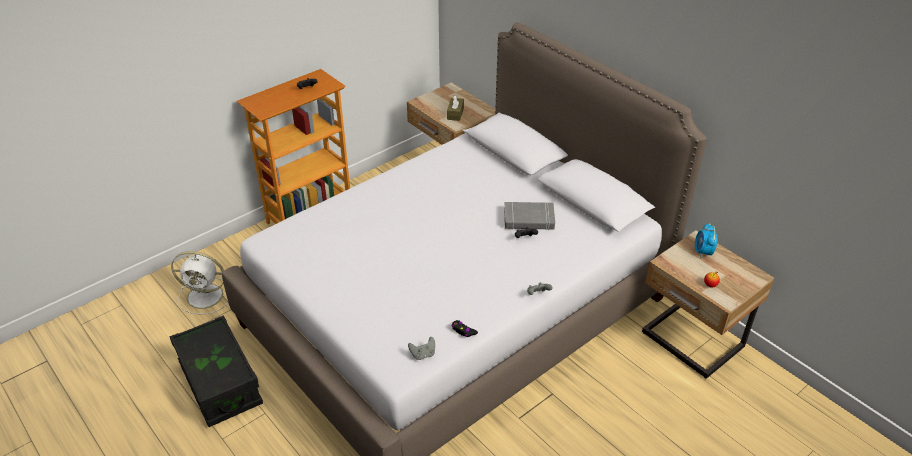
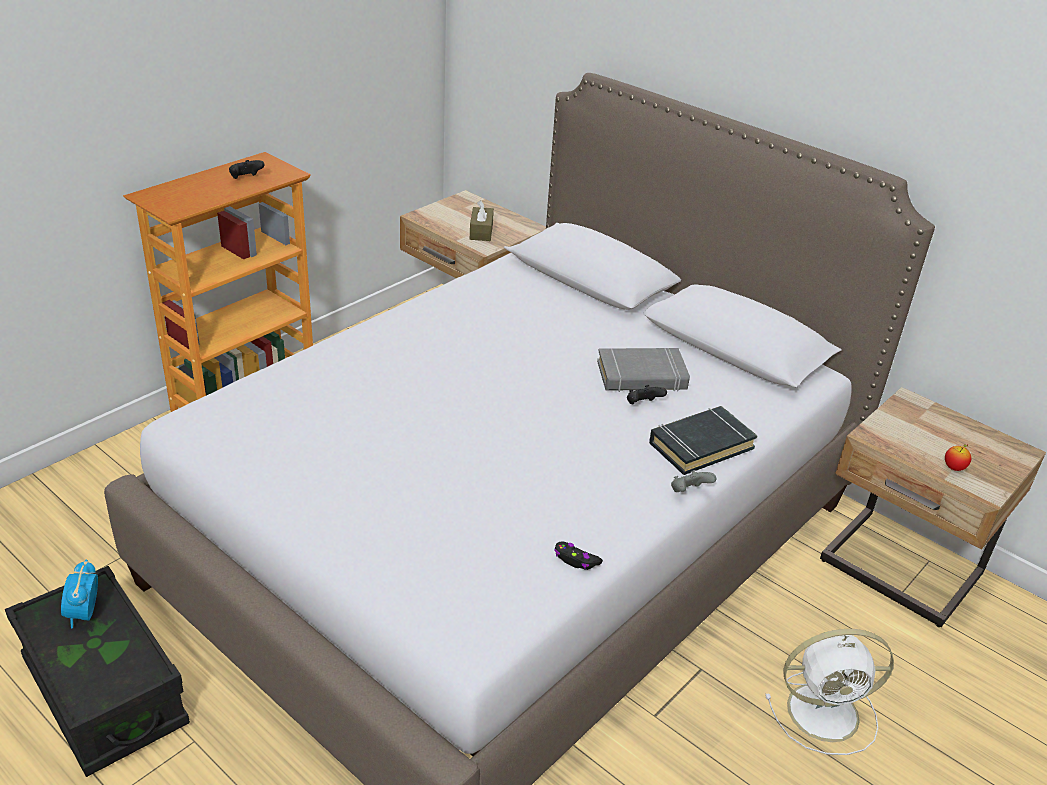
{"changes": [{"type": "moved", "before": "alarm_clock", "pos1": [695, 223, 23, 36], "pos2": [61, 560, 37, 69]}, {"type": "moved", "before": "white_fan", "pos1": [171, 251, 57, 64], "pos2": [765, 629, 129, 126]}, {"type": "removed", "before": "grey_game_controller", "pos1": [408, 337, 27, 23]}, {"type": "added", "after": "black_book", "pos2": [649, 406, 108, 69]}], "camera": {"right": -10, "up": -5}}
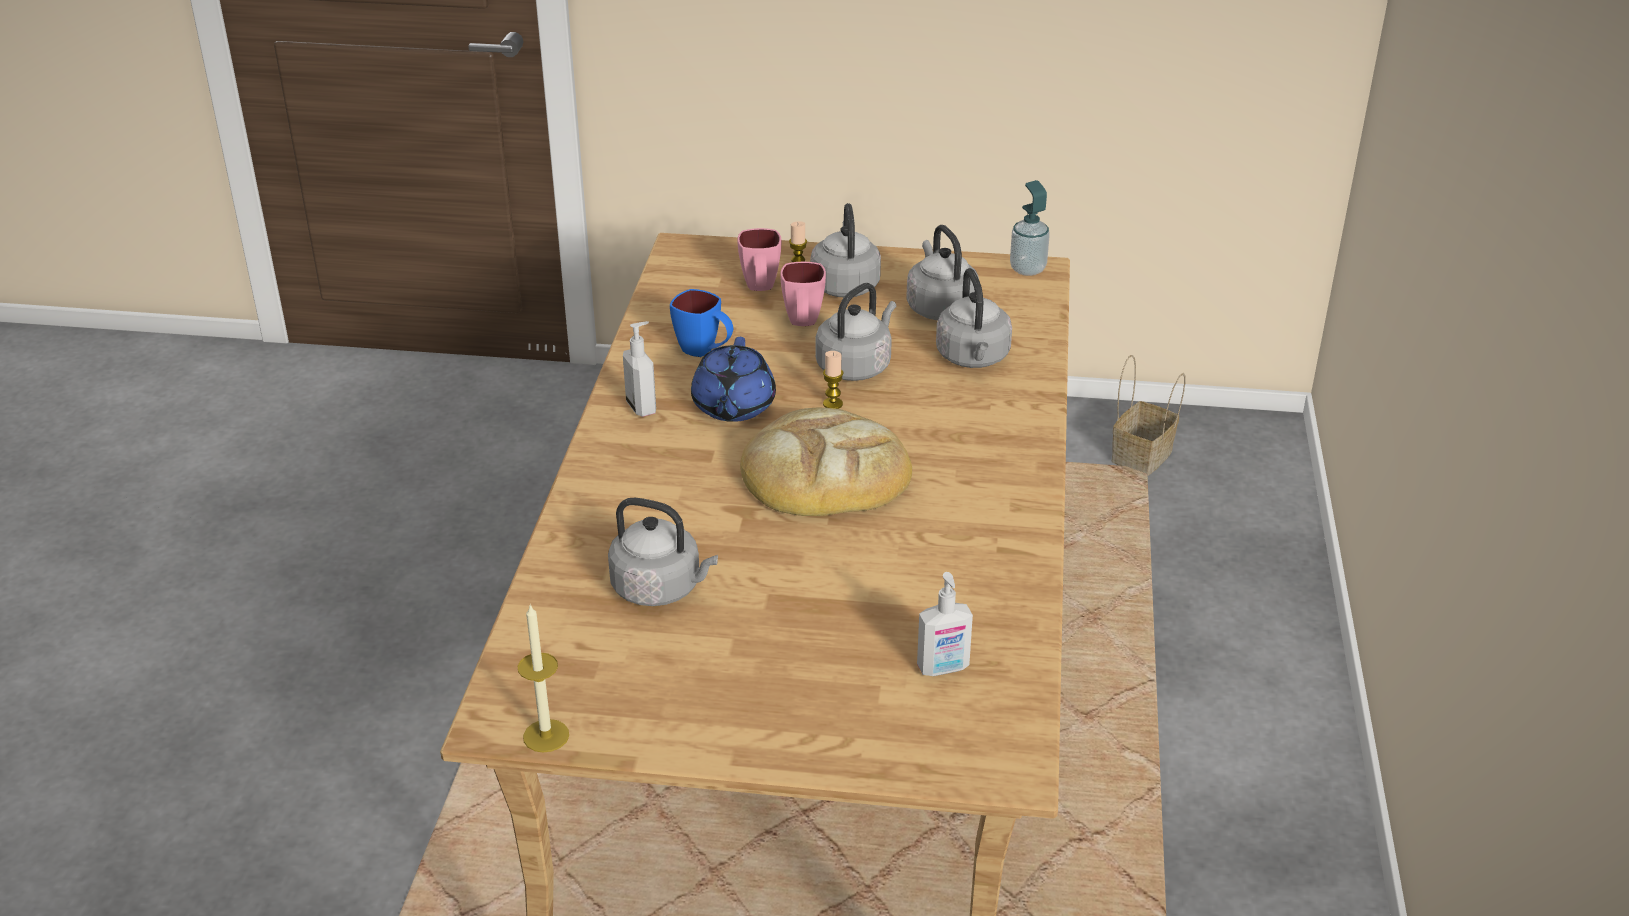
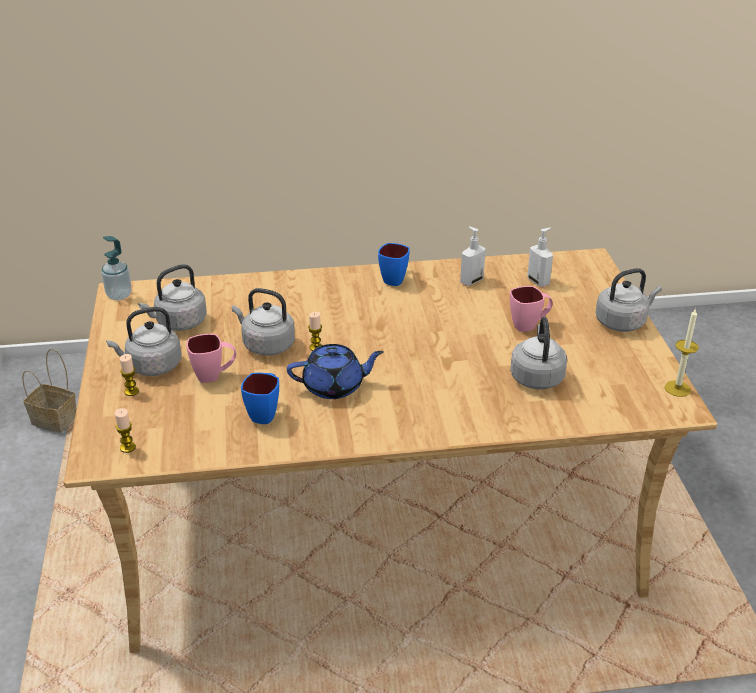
{"changes": [{"type": "moved", "before": "pink_mug", "pos1": [737, 228, 44, 63], "pos2": [510, 286, 43, 46]}, {"type": "moved", "before": "grey_kettle", "pos1": [936, 268, 76, 100], "pos2": [595, 268, 67, 64]}, {"type": "moved", "before": "soap_dispenser", "pos1": [623, 321, 33, 96], "pos2": [460, 226, 26, 60]}, {"type": "removed", "before": "bread", "pos1": [740, 407, 172, 109]}, {"type": "added", "after": "blue_mug", "pos2": [378, 243, 32, 43]}, {"type": "added", "after": "candle", "pos2": [115, 408, 21, 45]}], "camera": {"right": -105, "up": 0}}
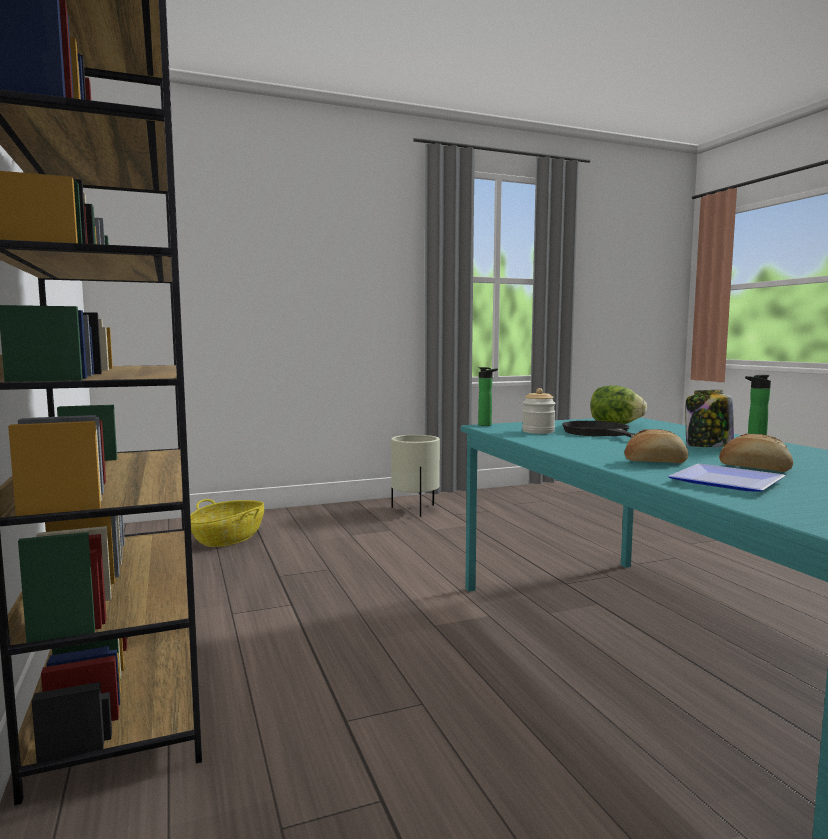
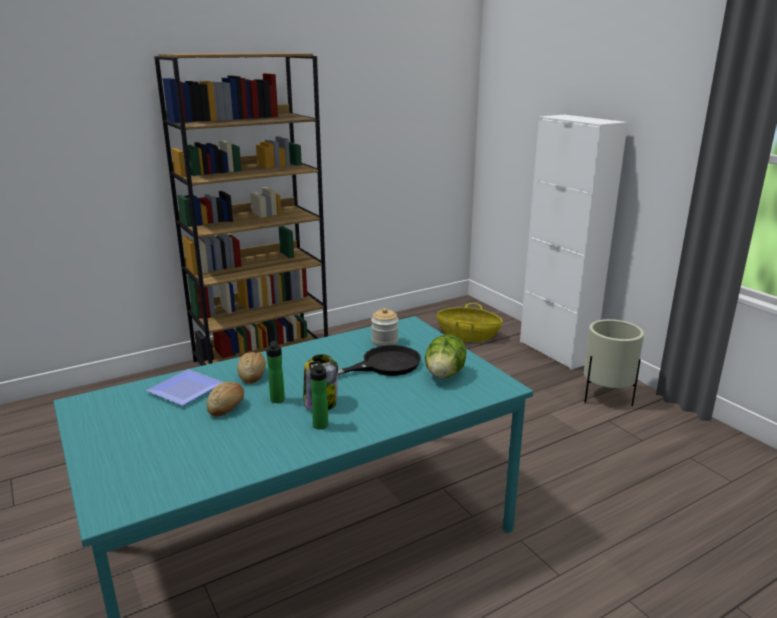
{"changes": [{"type": "moved", "before": "bottle", "pos1": [478, 367, 20, 59], "pos2": [266, 341, 19, 62]}, {"type": "added", "after": "white_cabinet", "pos2": [520, 115, 108, 255]}], "camera": {"right": 80, "up": 15}}
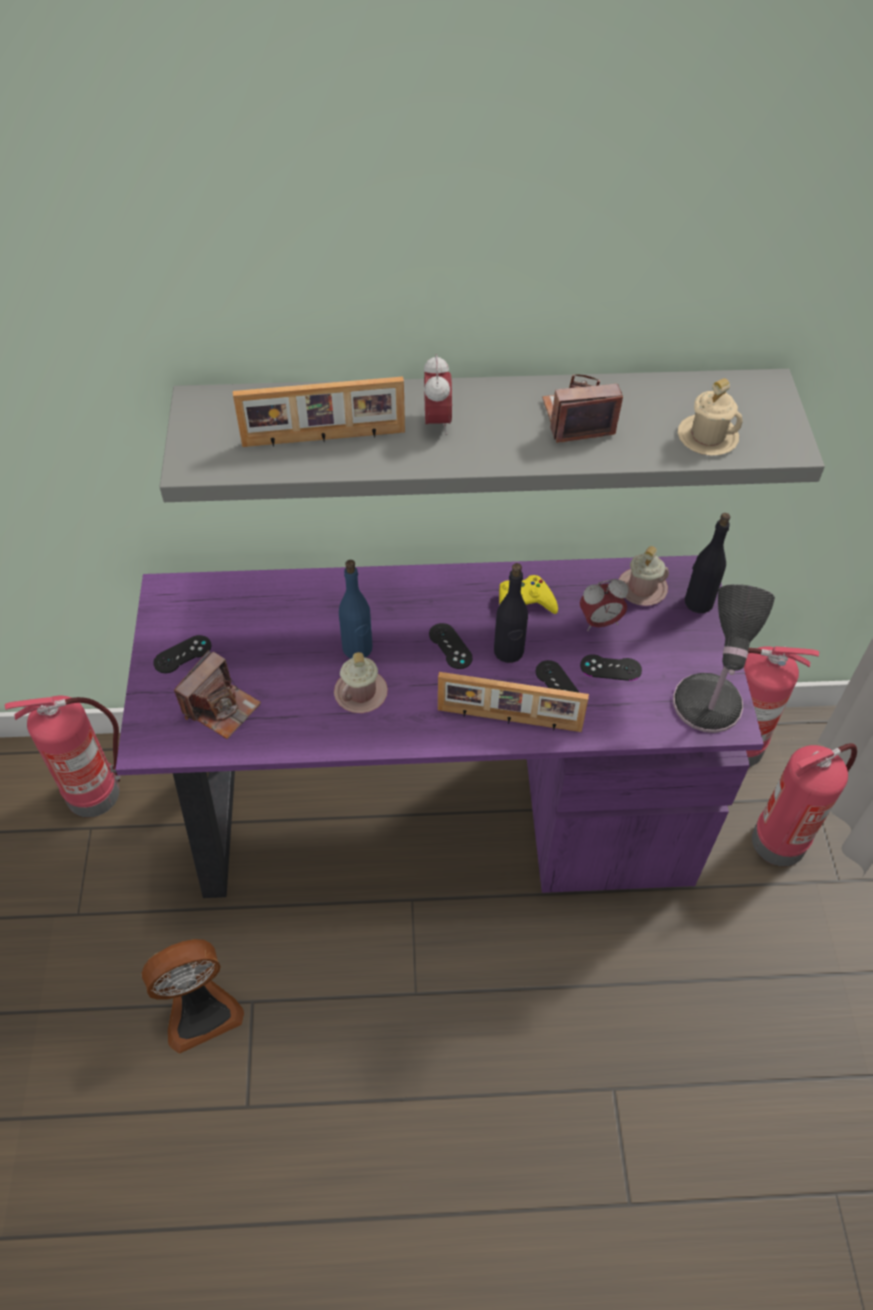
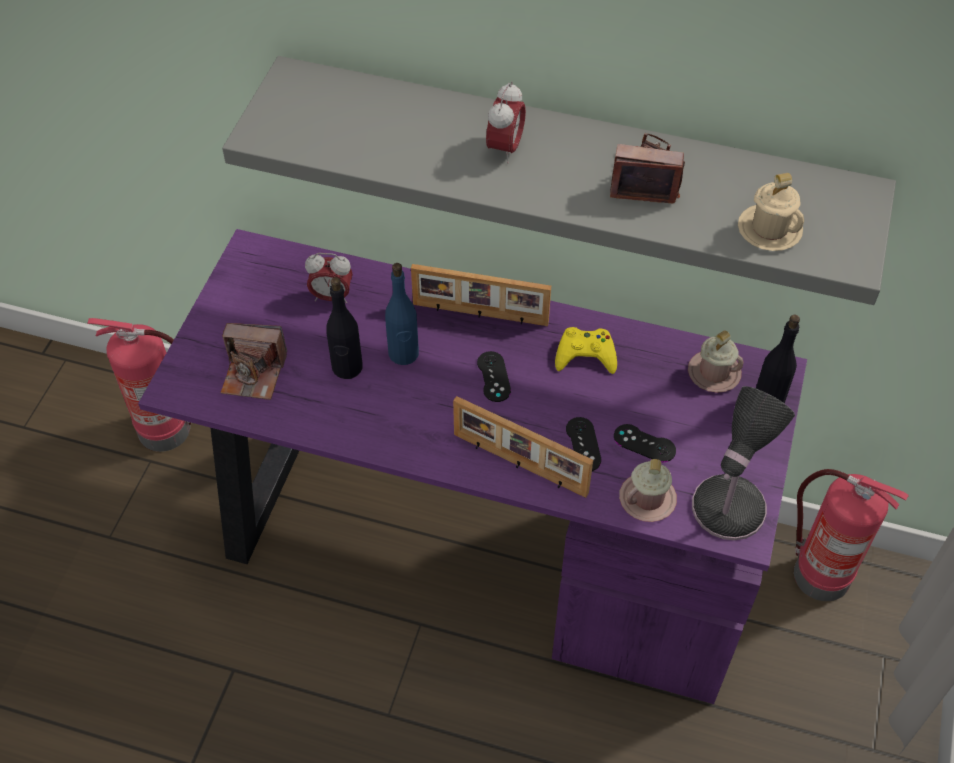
{"changes": [{"type": "moved", "before": "picture_frame", "pos1": [233, 376, 172, 71], "pos2": [411, 264, 140, 62]}, {"type": "moved", "before": "black_bottle", "pos1": [494, 563, 34, 100], "pos2": [327, 277, 36, 102]}, {"type": "moved", "before": "alarm_clock", "pos1": [580, 579, 48, 52], "pos2": [305, 253, 48, 51]}, {"type": "removed", "before": "black_game_controller", "pos1": [153, 635, 58, 38]}, {"type": "turned", "before": "photo_camera", "pos1": [174, 650, 87, 89], "pos2": [220, 323, 67, 77], "turn": 45}, {"type": "moved", "before": "pink_mug", "pos1": [334, 652, 54, 61], "pos2": [619, 459, 58, 63]}, {"type": "removed", "before": "fire_extinguisher", "pos1": [752, 743, 105, 123]}, {"type": "removed", "before": "fan", "pos1": [142, 939, 102, 115]}], "camera": {"right": 20, "up": 0}}
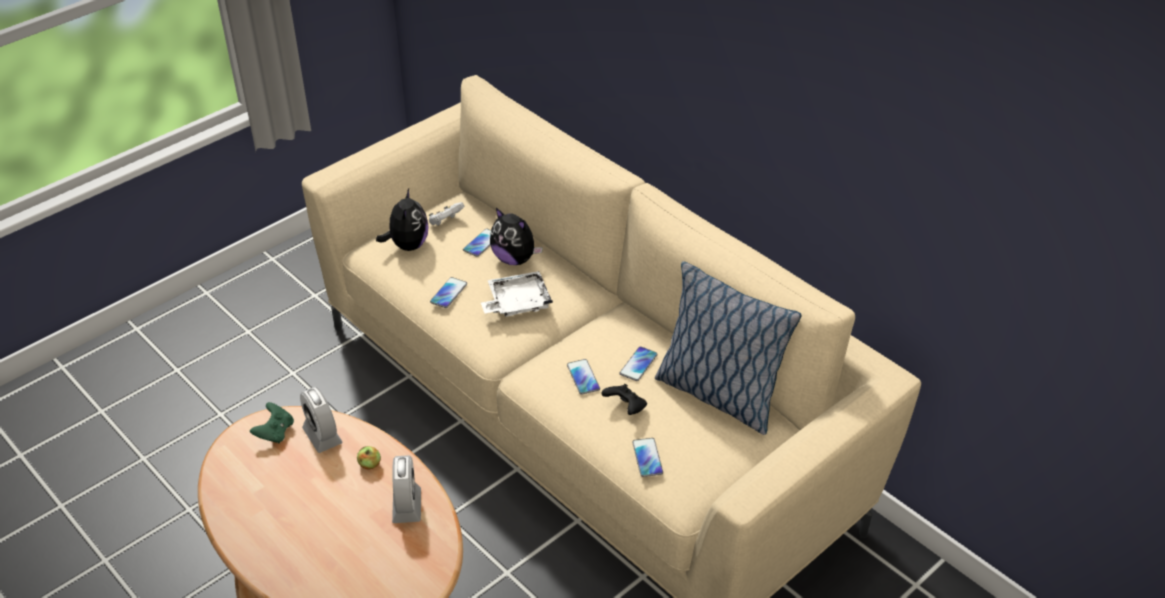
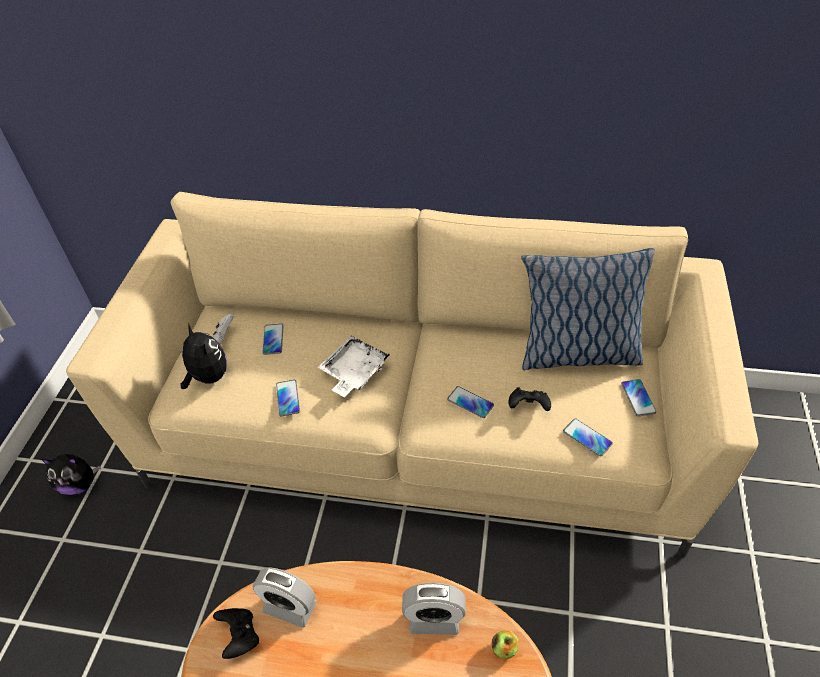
{"changes": [{"type": "moved", "before": "plush_toy", "pos1": [490, 208, 53, 57], "pos2": [41, 454, 60, 41]}, {"type": "moved", "before": "phone", "pos1": [619, 346, 39, 35], "pos2": [621, 379, 35, 38]}, {"type": "recoloured", "before": "green_game_controller", "after": "black_game_controller", "pos1": [250, 402, 44, 41], "pos2": [213, 608, 46, 51]}, {"type": "moved", "before": "apple", "pos1": [357, 446, 24, 24], "pos2": [492, 630, 27, 29]}, {"type": "turned", "before": "alarm_clock", "pos1": [392, 455, 29, 68], "pos2": [402, 583, 64, 52], "turn": 135}], "camera": {"right": -35, "up": 5}}
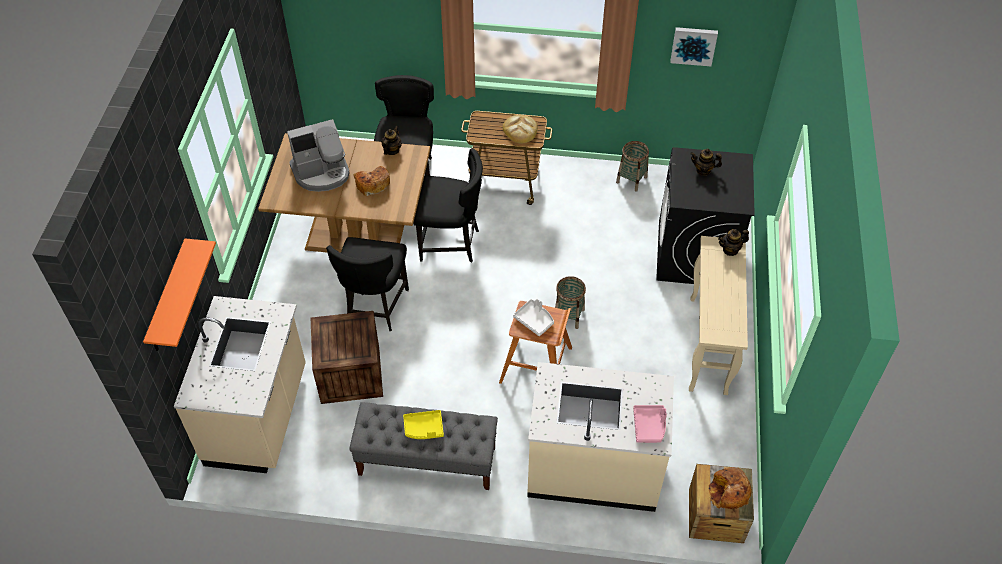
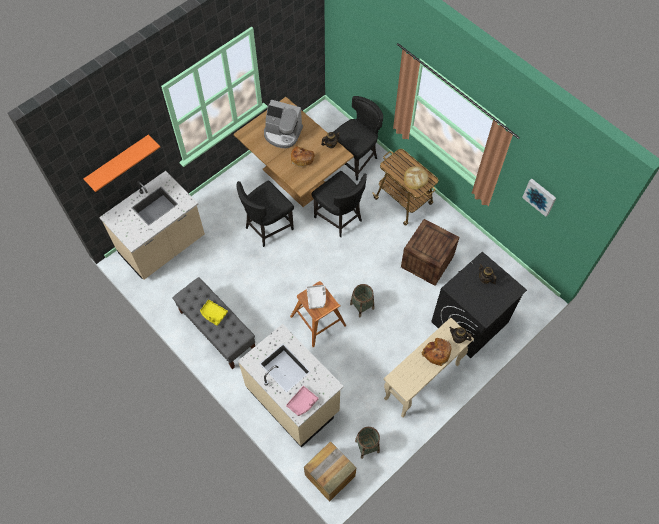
{"changes": [{"type": "moved", "before": "basket", "pos1": [616, 141, 33, 50], "pos2": [355, 427, 25, 32]}, {"type": "moved", "before": "crate", "pos1": [311, 311, 72, 93], "pos2": [401, 219, 58, 67]}, {"type": "moved", "before": "bread", "pos1": [708, 467, 44, 42], "pos2": [422, 338, 30, 28]}], "camera": {"right": 40, "up": 10}}
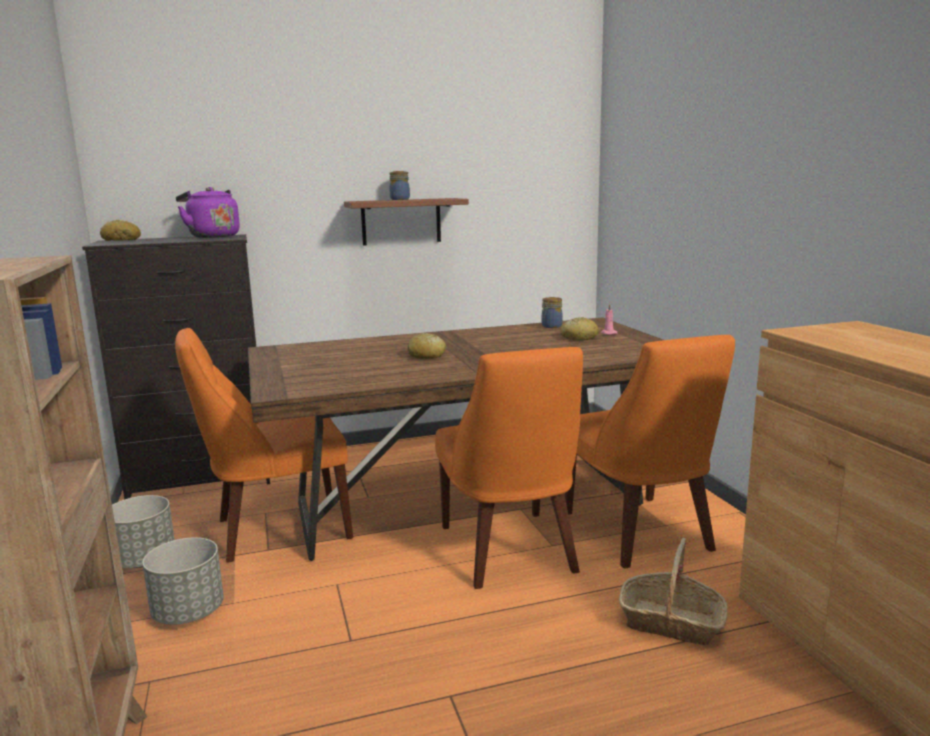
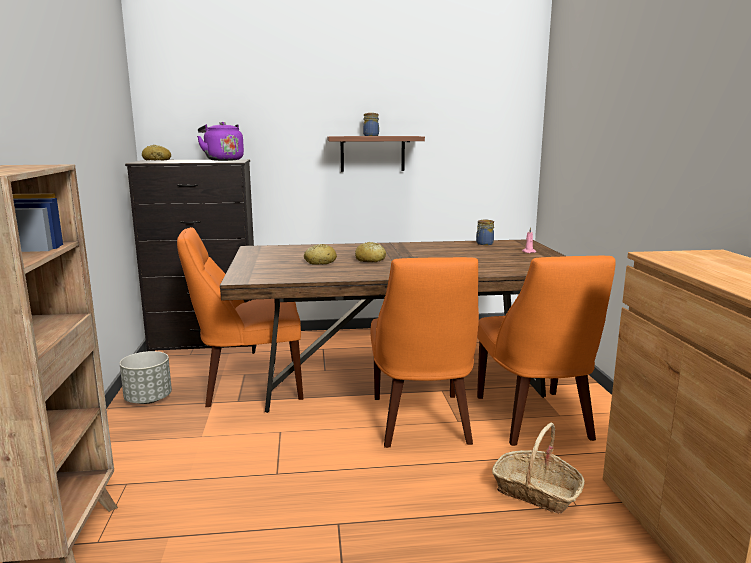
{"changes": [{"type": "moved", "before": "bread", "pos1": [561, 317, 38, 24], "pos2": [304, 244, 33, 21]}, {"type": "removed", "before": "grey_planter", "pos1": [142, 537, 82, 88]}], "camera": {"right": 10, "up": 0}}
